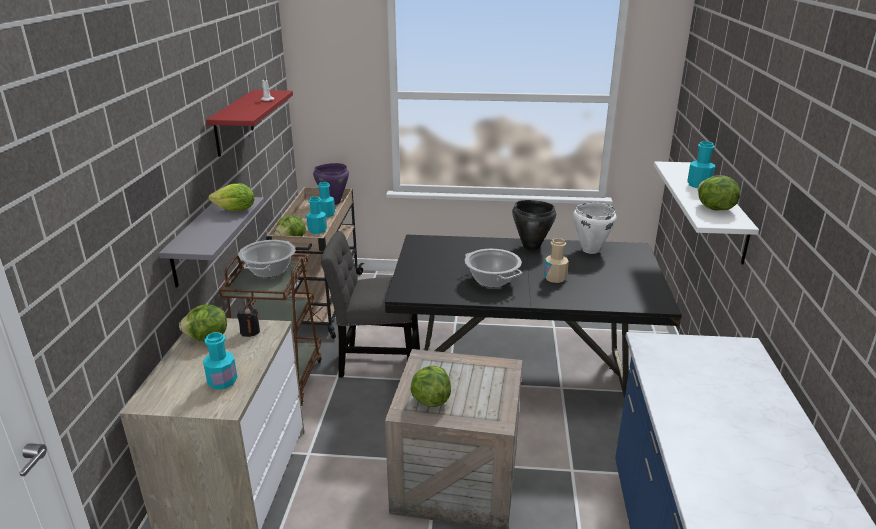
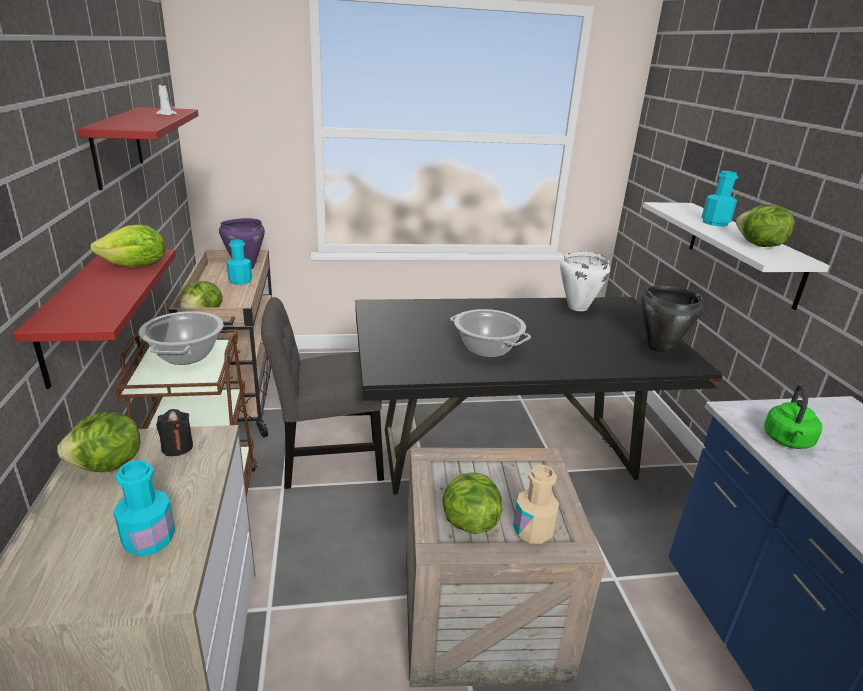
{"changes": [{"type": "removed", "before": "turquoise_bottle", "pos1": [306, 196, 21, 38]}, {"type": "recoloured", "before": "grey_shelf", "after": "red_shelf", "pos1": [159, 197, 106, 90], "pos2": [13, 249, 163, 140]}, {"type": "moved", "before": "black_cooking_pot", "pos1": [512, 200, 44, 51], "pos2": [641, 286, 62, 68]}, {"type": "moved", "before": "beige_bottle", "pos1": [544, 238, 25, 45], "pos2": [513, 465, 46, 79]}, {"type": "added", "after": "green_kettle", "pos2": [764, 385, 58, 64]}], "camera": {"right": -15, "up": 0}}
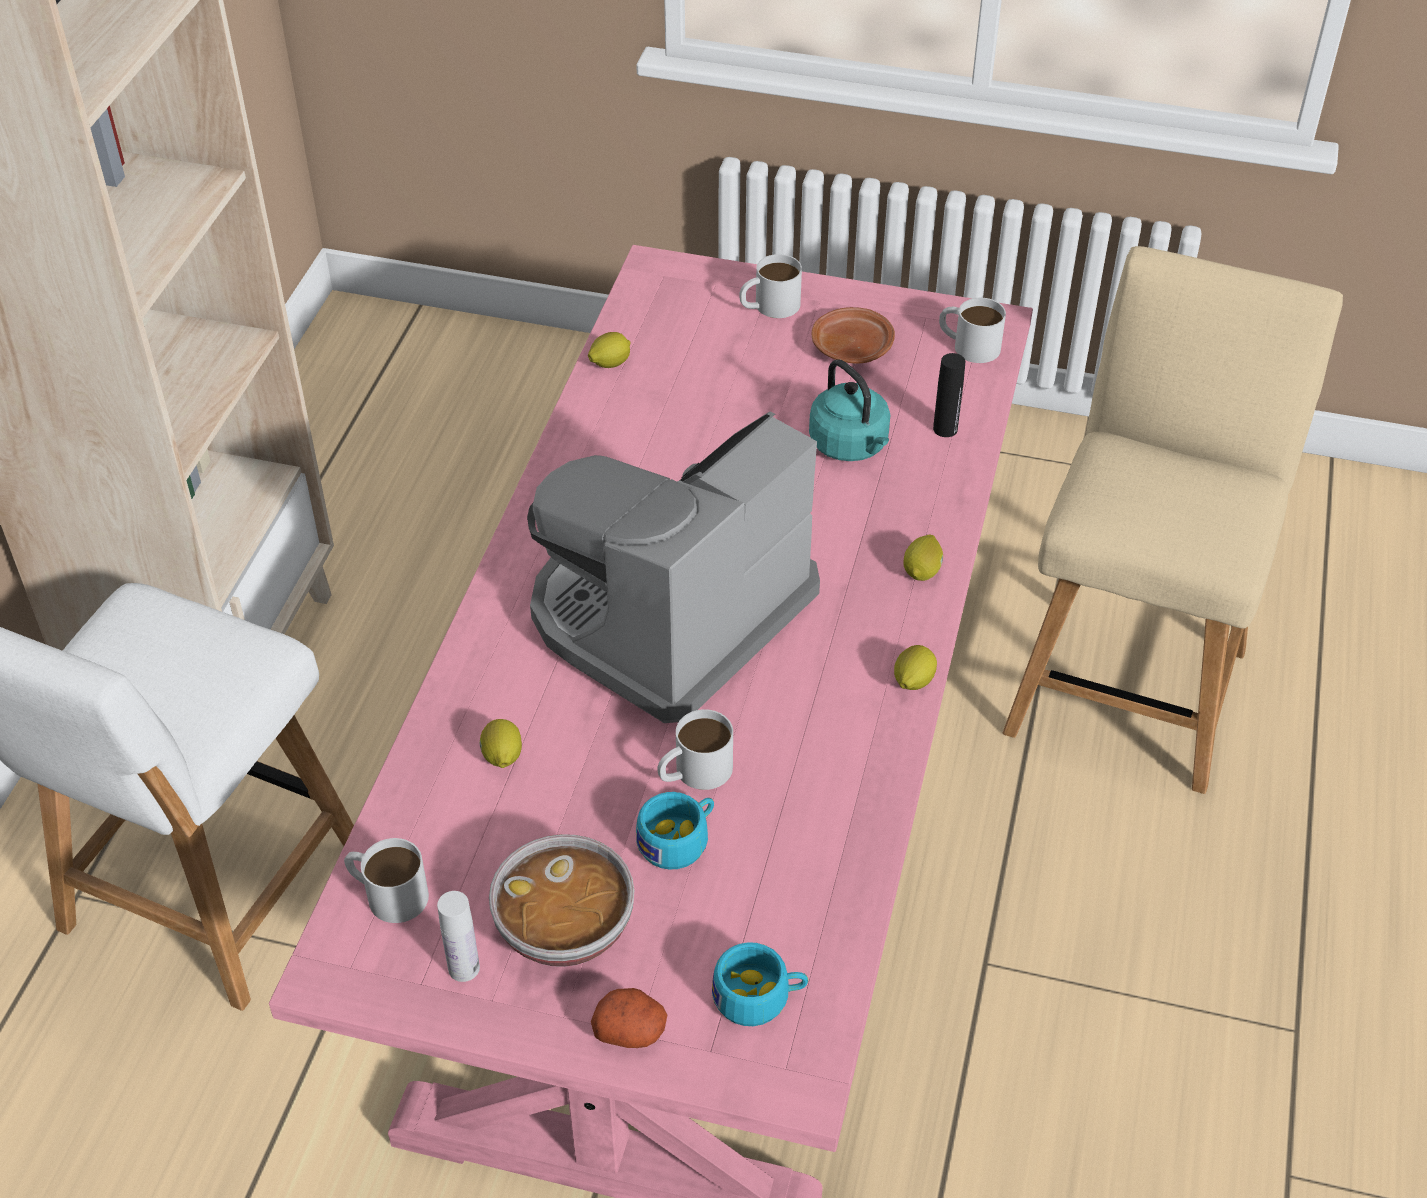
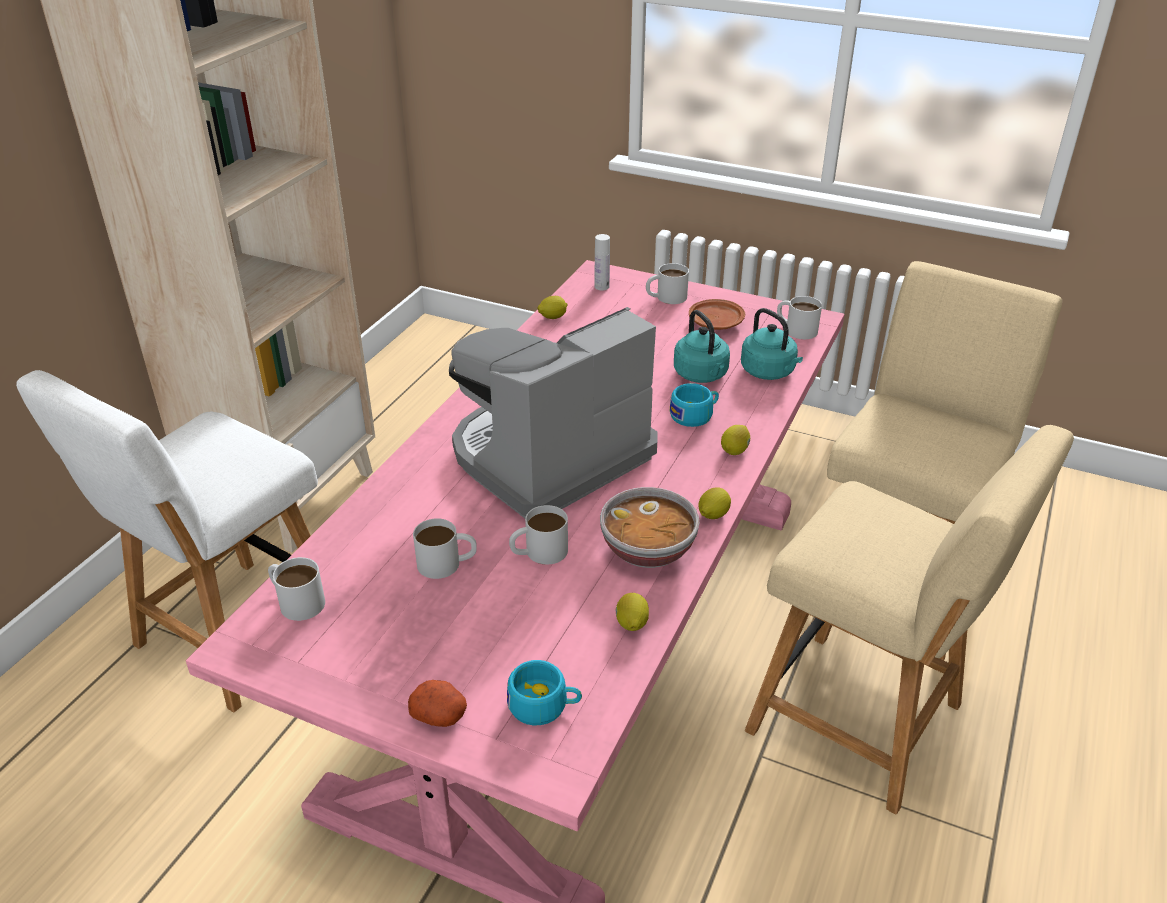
{"changes": [{"type": "replaced", "before": "black_bottle", "after": "turquoise_kettle", "pos1": [933, 353, 32, 84], "pos2": [741, 308, 62, 72]}, {"type": "moved", "before": "lemon", "pos1": [480, 719, 42, 49], "pos2": [616, 593, 33, 38]}, {"type": "moved", "before": "turquoise_cup", "pos1": [636, 792, 78, 77], "pos2": [670, 383, 49, 44]}, {"type": "moved", "before": "bowl", "pos1": [489, 834, 145, 133], "pos2": [600, 487, 100, 81]}, {"type": "moved", "before": "white_bottle", "pos1": [437, 891, 43, 91], "pos2": [595, 234, 15, 57]}, {"type": "added", "after": "beige_chair", "pos2": [745, 425, 329, 390]}, {"type": "added", "after": "white_mug", "pos2": [413, 518, 64, 61]}], "camera": {"right": 10, "up": -10}}
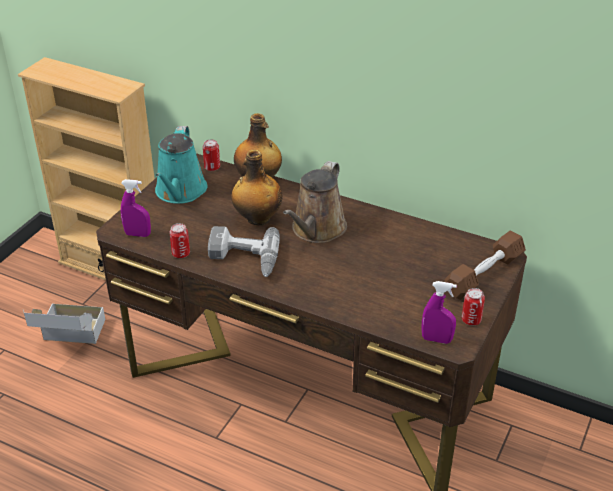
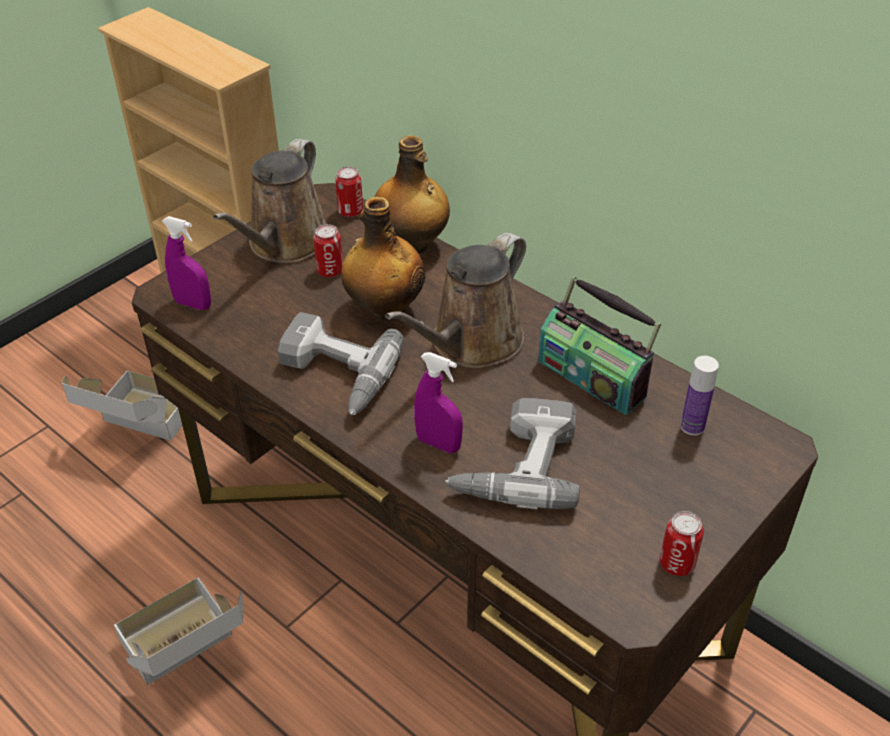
{"changes": [{"type": "recoloured", "before": "turquoise_watering_can", "after": "brown_watering_can", "pos1": [155, 126, 52, 78], "pos2": [213, 139, 114, 124]}, {"type": "moved", "before": "can", "pos1": [170, 223, 20, 35], "pos2": [313, 224, 30, 53]}, {"type": "removed", "before": "brown_dumbbell", "pos1": [445, 230, 81, 70]}, {"type": "moved", "before": "purple_spray_bottle", "pos1": [421, 281, 36, 63], "pos2": [414, 352, 49, 101]}, {"type": "added", "after": "radio", "pos2": [538, 276, 123, 139]}, {"type": "added", "after": "bottle", "pos2": [680, 356, 39, 80]}, {"type": "added", "after": "power_drill", "pos2": [445, 398, 135, 111]}, {"type": "added", "after": "cardboard_box", "pos2": [114, 577, 129, 108]}], "camera": {"right": 15, "up": 5}}
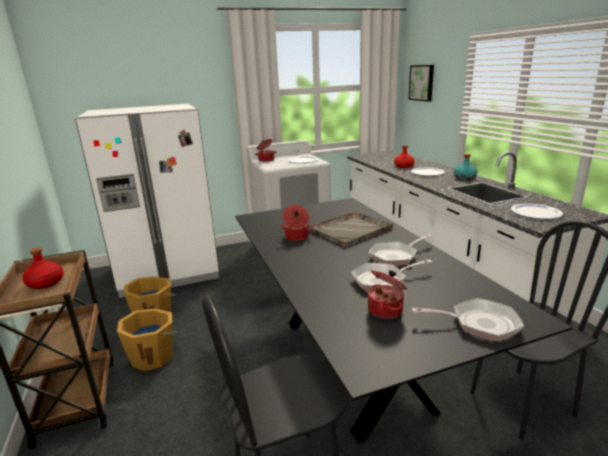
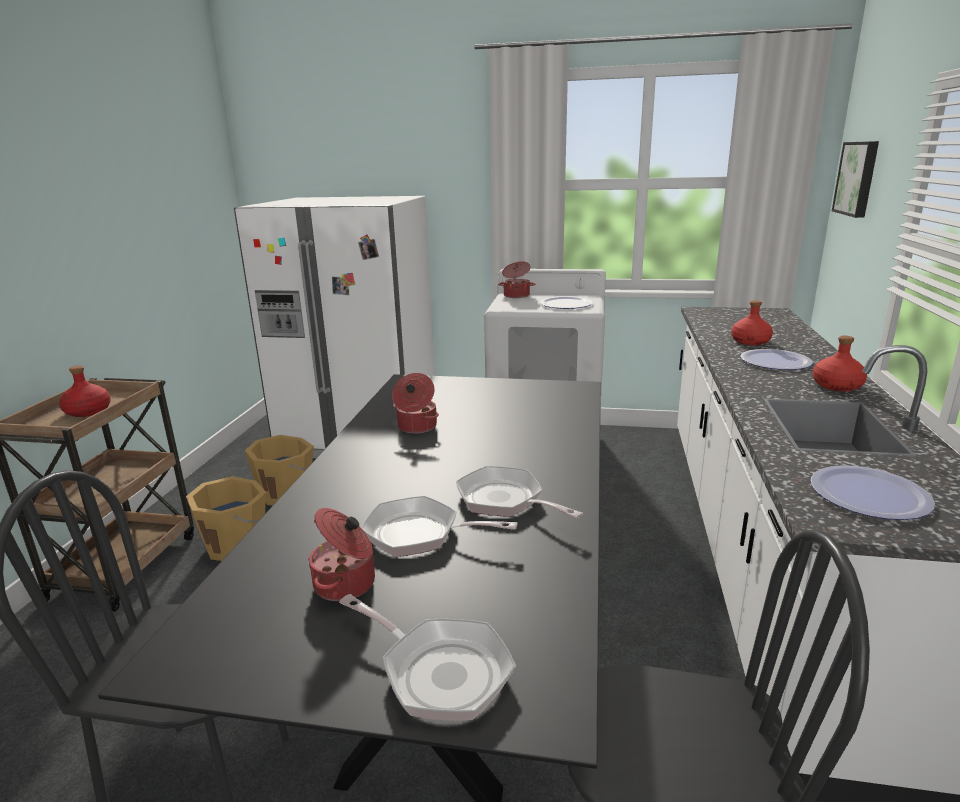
{"changes": [{"type": "recoloured", "before": "turquoise_bottle", "after": "red_bottle", "pos1": [454, 154, 23, 26], "pos2": [813, 336, 54, 55]}, {"type": "removed", "before": "grey_tray", "pos1": [308, 211, 85, 36]}, {"type": "turned", "before": "frying_pan", "pos1": [369, 234, 64, 32], "pos2": [456, 466, 127, 53], "turn": 45}], "camera": {"right": 30, "up": 0}}
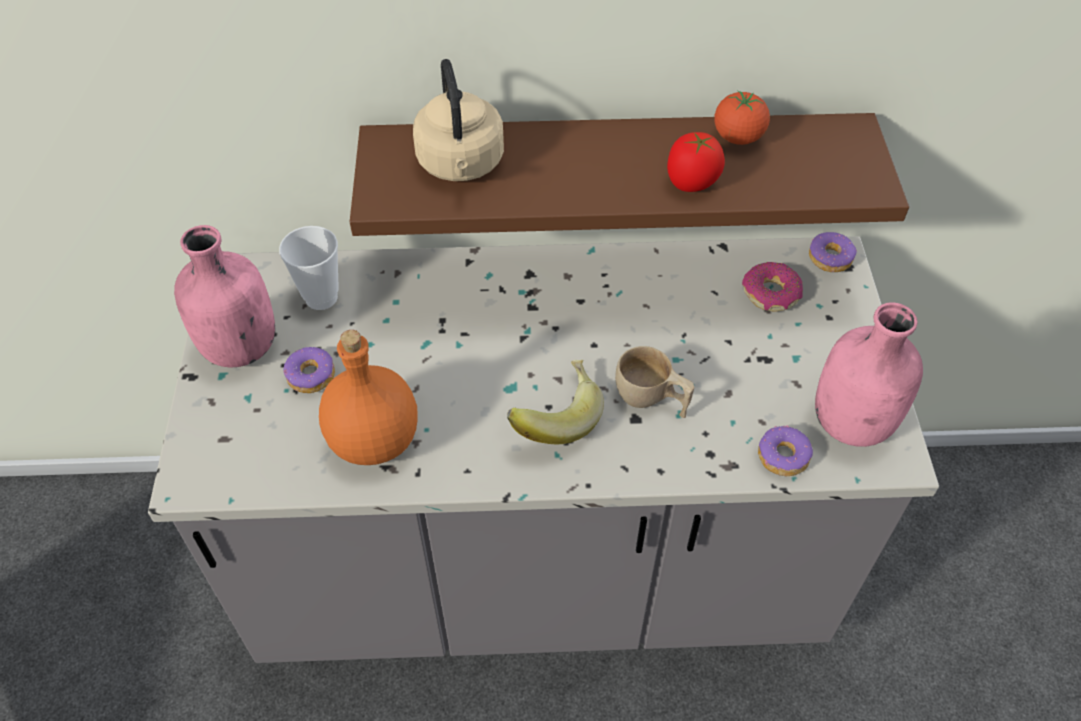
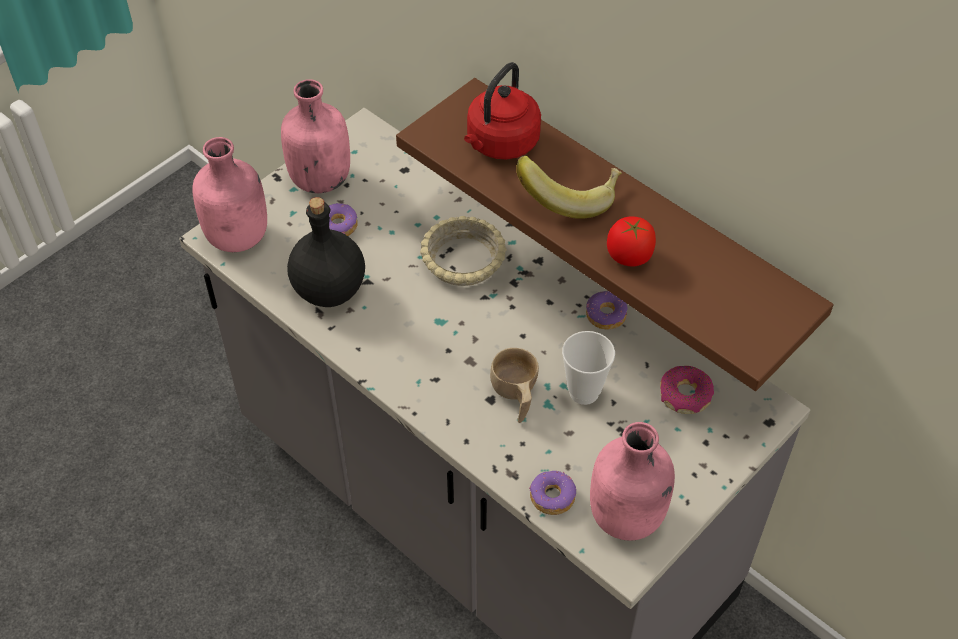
{"changes": [{"type": "recoloured", "before": "beige_kettle", "after": "red_kettle", "pos1": [413, 59, 91, 122], "pos2": [464, 62, 77, 97]}, {"type": "removed", "before": "tomato", "pos1": [714, 91, 56, 54]}, {"type": "moved", "before": "cup", "pos1": [279, 226, 60, 84], "pos2": [562, 331, 53, 74]}, {"type": "moved", "before": "donut", "pos1": [809, 232, 48, 40], "pos2": [586, 291, 42, 39]}, {"type": "recoloured", "before": "orange_bottle", "after": "black_bottle", "pos1": [319, 330, 99, 135], "pos2": [287, 197, 78, 110]}, {"type": "moved", "before": "banana", "pos1": [507, 360, 97, 84], "pos2": [516, 156, 106, 63]}, {"type": "added", "after": "pink_bottle", "pos2": [192, 137, 75, 115]}, {"type": "added", "after": "beige_bowl", "pos2": [420, 216, 87, 70]}], "camera": {"right": 45, "up": 0}}
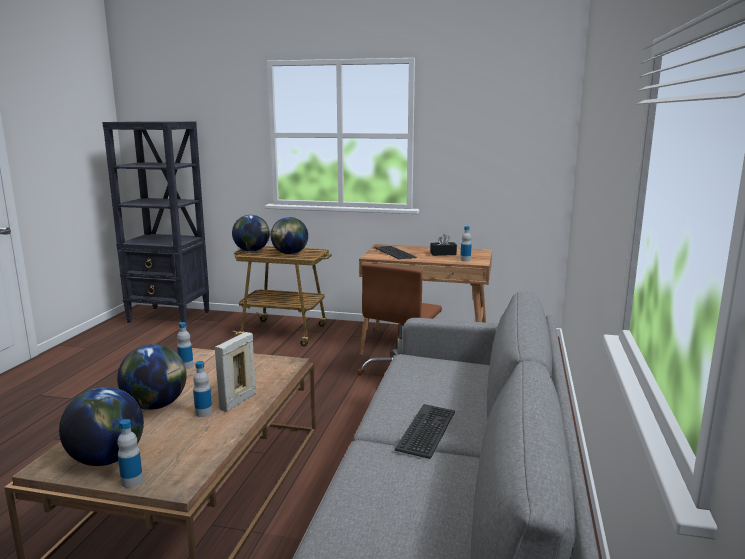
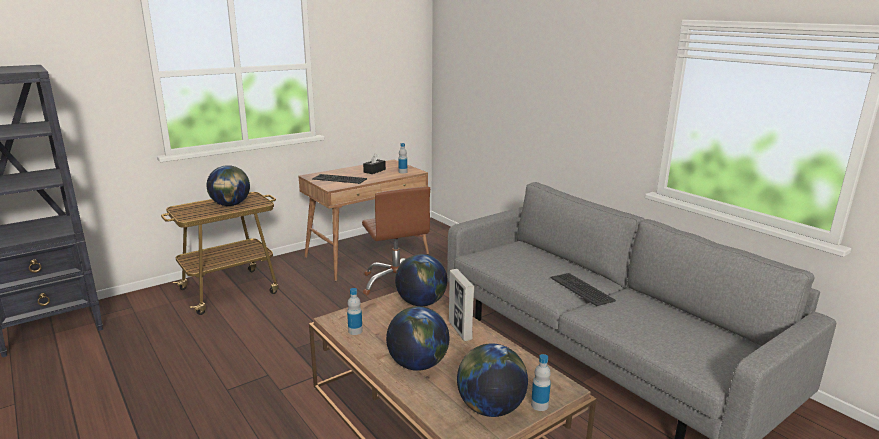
{"changes": [{"type": "moved", "before": "globe", "pos1": [232, 215, 38, 37], "pos2": [395, 254, 52, 52]}, {"type": "removed", "before": "bottle", "pos1": [193, 361, 19, 56]}], "camera": {"right": -50, "up": 5}}
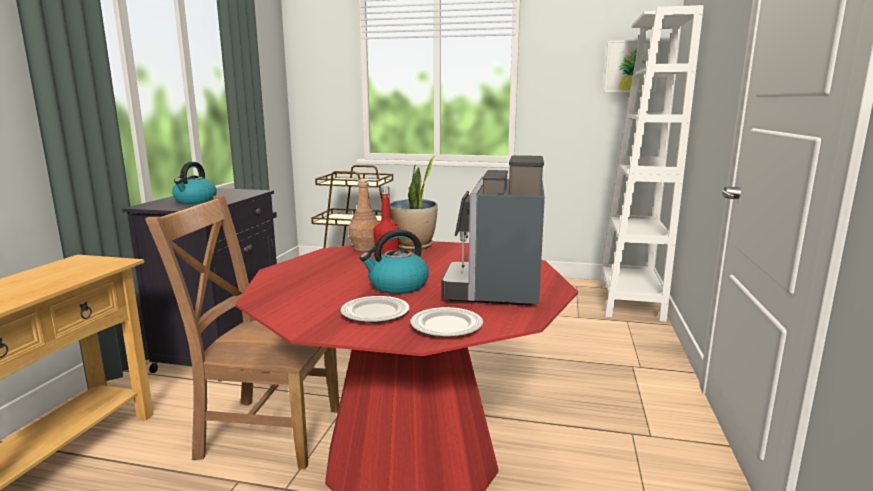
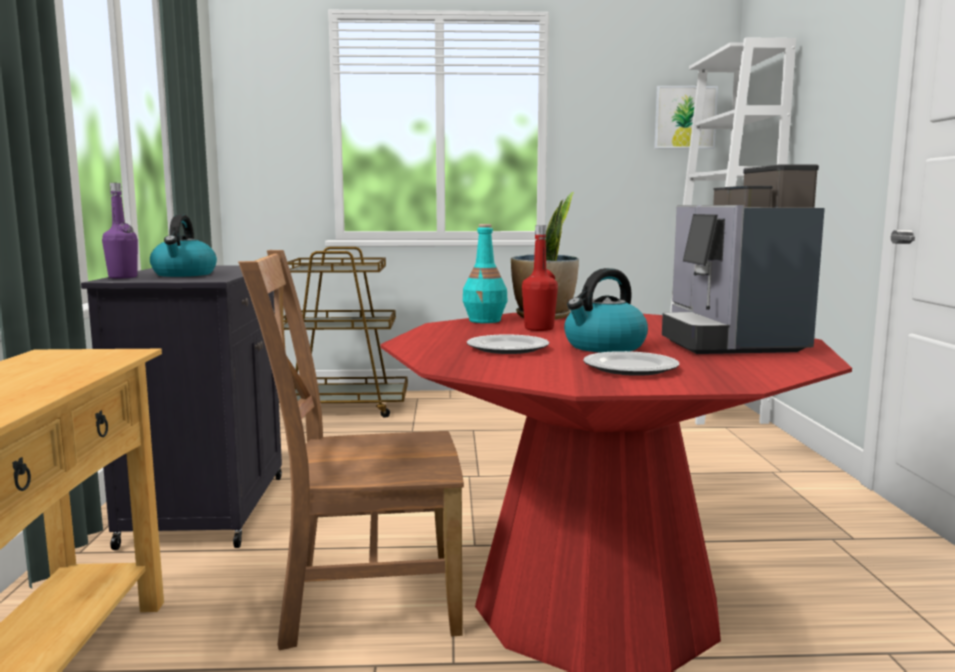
{"changes": [{"type": "recoloured", "before": "brown_bottle", "after": "turquoise_bottle", "pos1": [349, 179, 30, 72], "pos2": [463, 224, 44, 99]}, {"type": "moved", "before": "plate", "pos1": [410, 307, 73, 30], "pos2": [467, 335, 82, 19]}, {"type": "added", "after": "purple_bottle", "pos2": [102, 183, 36, 95]}], "camera": {"right": -15, "up": -5}}
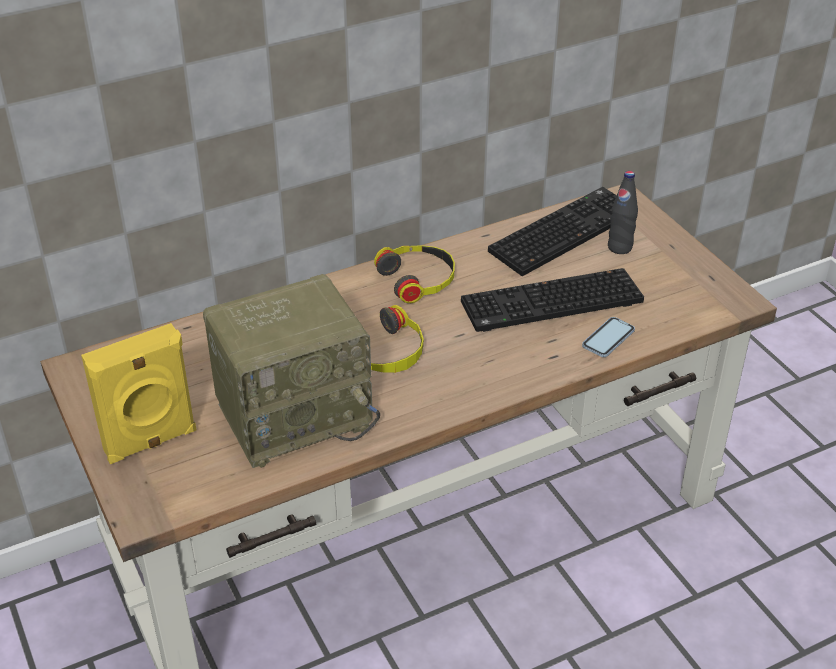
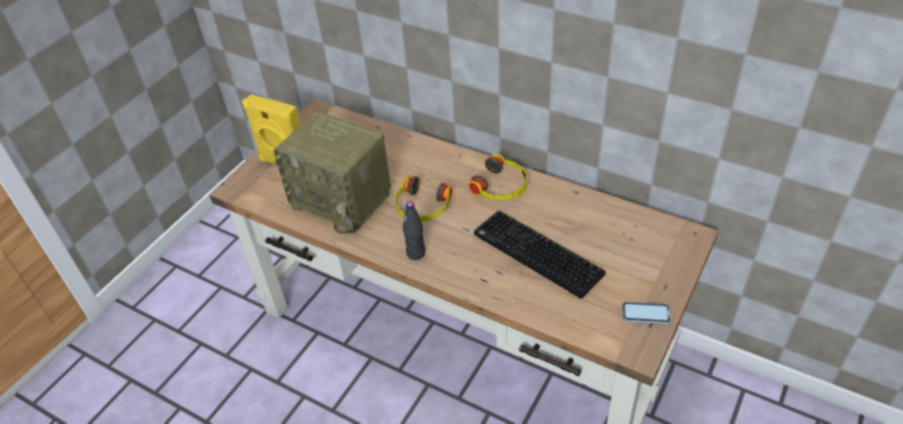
{"changes": [{"type": "moved", "before": "black_bottle", "pos1": [608, 171, 30, 83], "pos2": [403, 201, 22, 59]}, {"type": "removed", "before": "keyboard", "pos1": [488, 187, 129, 89]}, {"type": "moved", "before": "phone", "pos1": [582, 317, 53, 40], "pos2": [622, 302, 49, 22]}], "camera": {"right": 60, "up": 5}}
